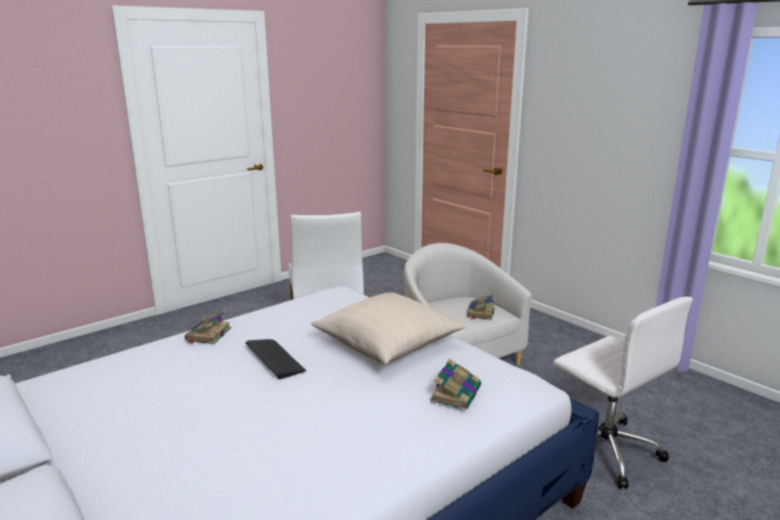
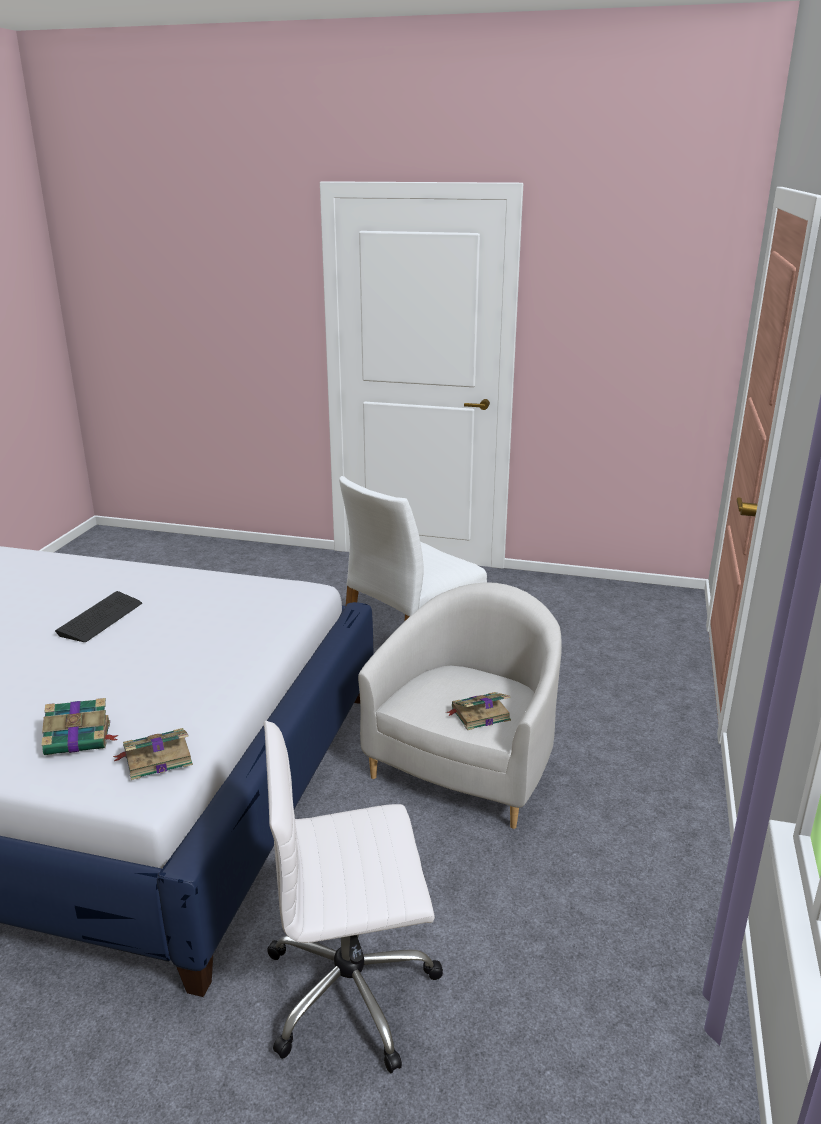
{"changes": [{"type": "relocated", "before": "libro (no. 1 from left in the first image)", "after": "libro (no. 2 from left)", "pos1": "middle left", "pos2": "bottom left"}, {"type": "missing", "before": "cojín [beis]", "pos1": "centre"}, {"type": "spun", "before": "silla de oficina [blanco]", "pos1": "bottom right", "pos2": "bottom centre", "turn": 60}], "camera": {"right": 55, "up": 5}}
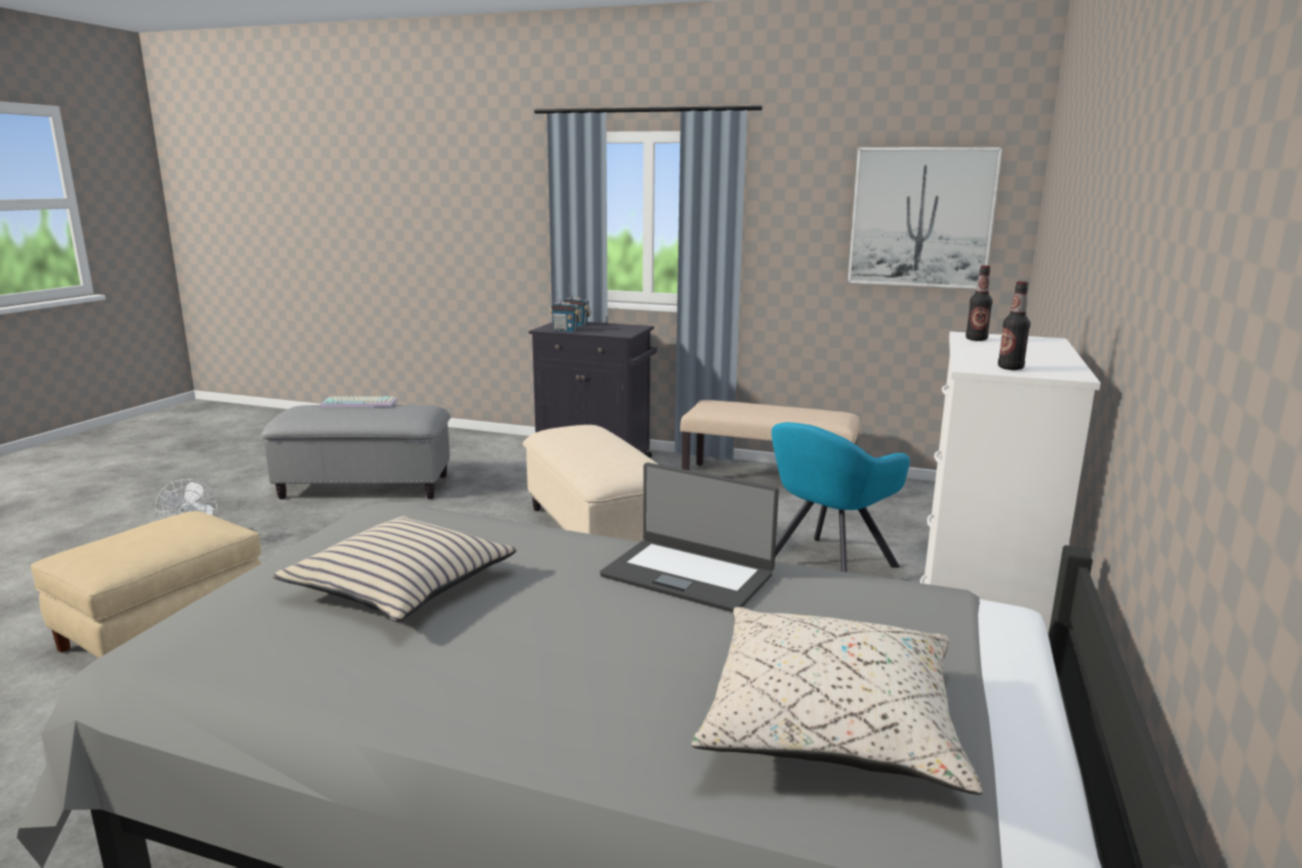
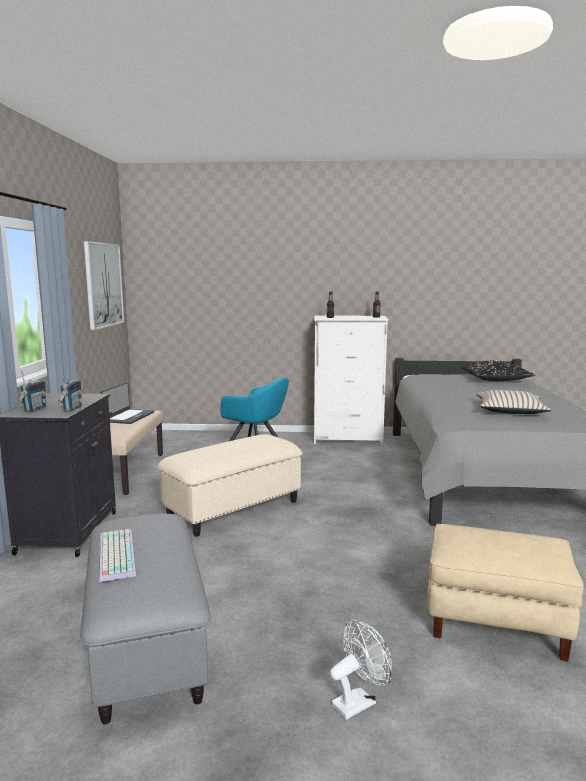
{"changes": [{"type": "relocated", "before": "portátil", "pos1": "centre", "pos2": "middle left"}, {"type": "colour", "before": "cojín [beis] (no. 2 from left)", "after": "cojín [negro]", "pos1": "bottom centre", "pos2": "middle right"}], "camera": {"right": -105, "up": -5}}
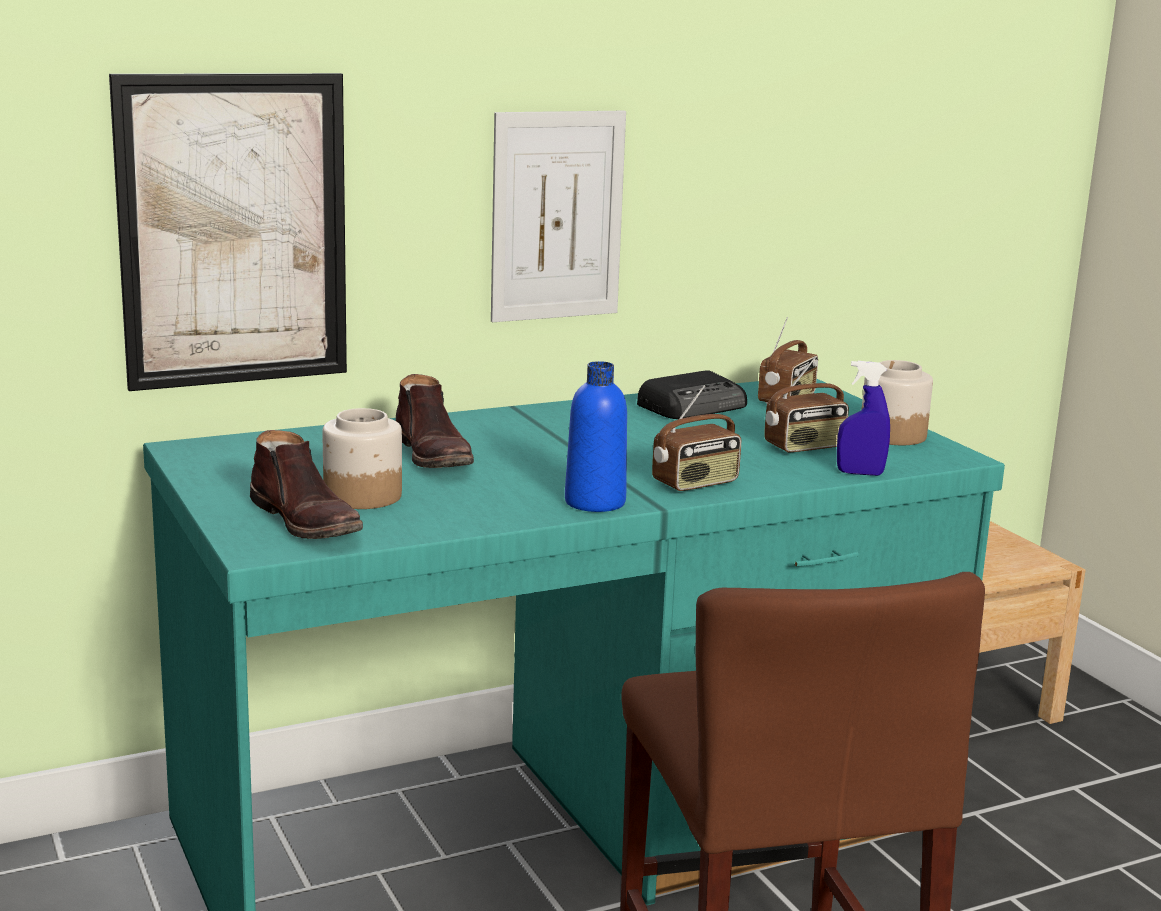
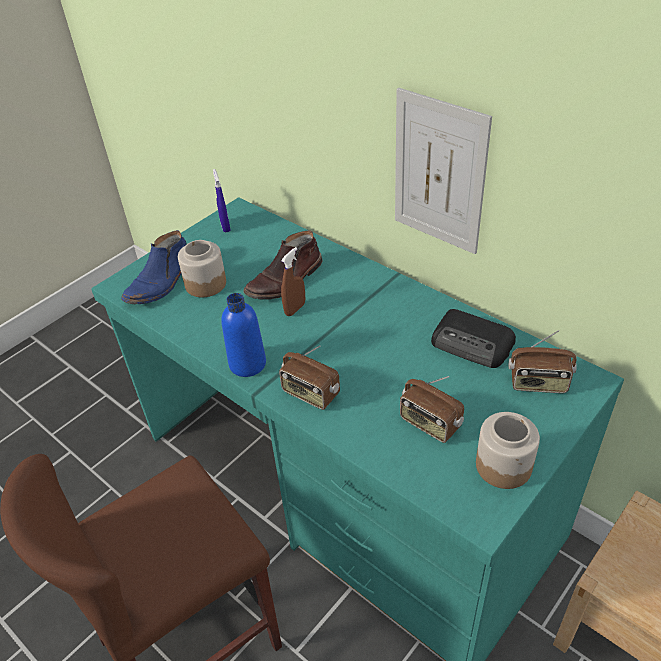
{"changes": [{"type": "missing", "before": "cuadro (no. 1 from left)", "pos1": "top left"}, {"type": "colour", "before": "bota [marrón] (no. 1 from left)", "after": "bota [azul]", "pos1": "middle left", "pos2": "middle left"}, {"type": "relocated", "before": "pulverizador [azul]", "pos1": "middle right", "pos2": "top centre"}, {"type": "appeared", "after": "pulverizador [marrón]", "pos2": "centre"}], "camera": {"right": 70, "up": 25}}
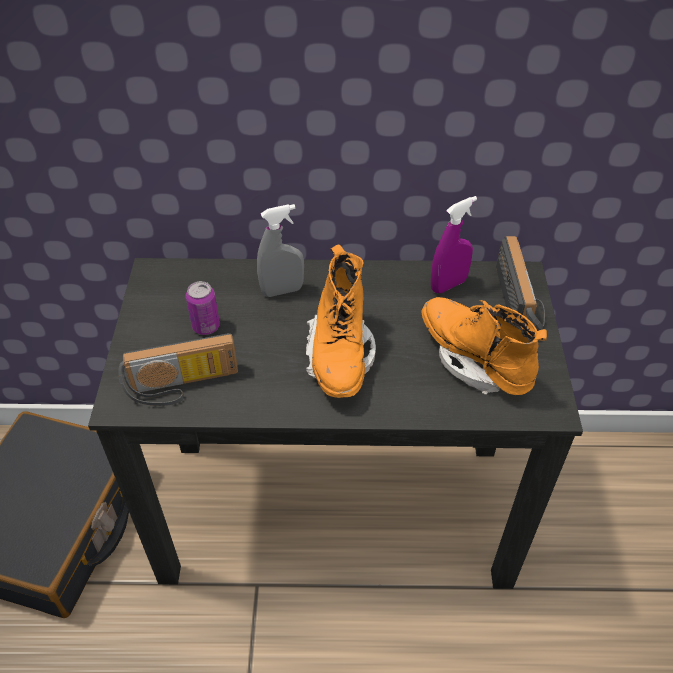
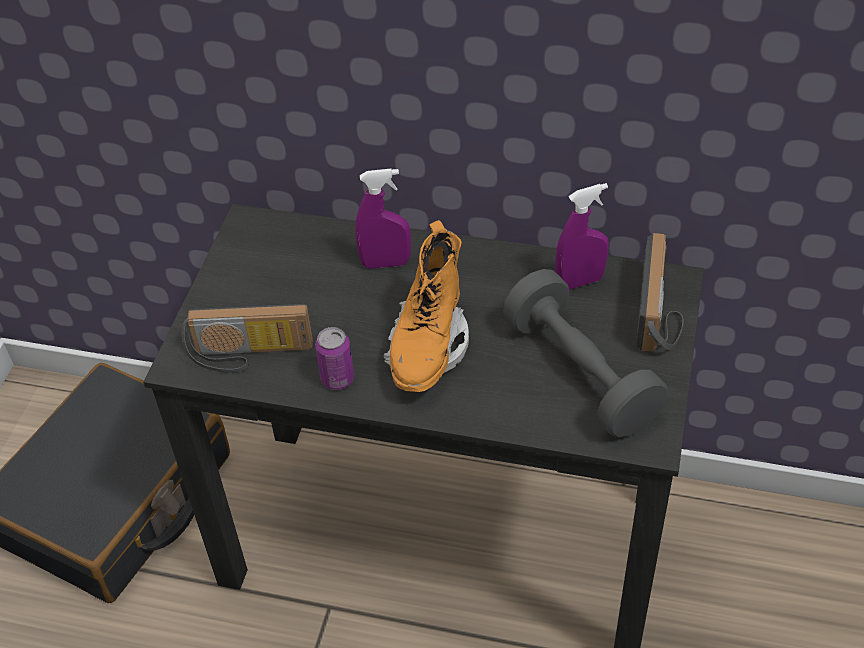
{"changes": [{"type": "relocated", "before": "lata", "pos1": "middle left", "pos2": "centre"}, {"type": "colour", "before": "pulverizador [gris]", "after": "pulverizador [morado] (no. 1 from left)", "pos1": "centre", "pos2": "centre"}, {"type": "exchanged", "before": "bota [naranja] (no. 2 from left)", "after": "mancuerna [gris]", "pos1": "middle right", "pos2": "middle right"}], "camera": {"right": 15, "up": 0}}
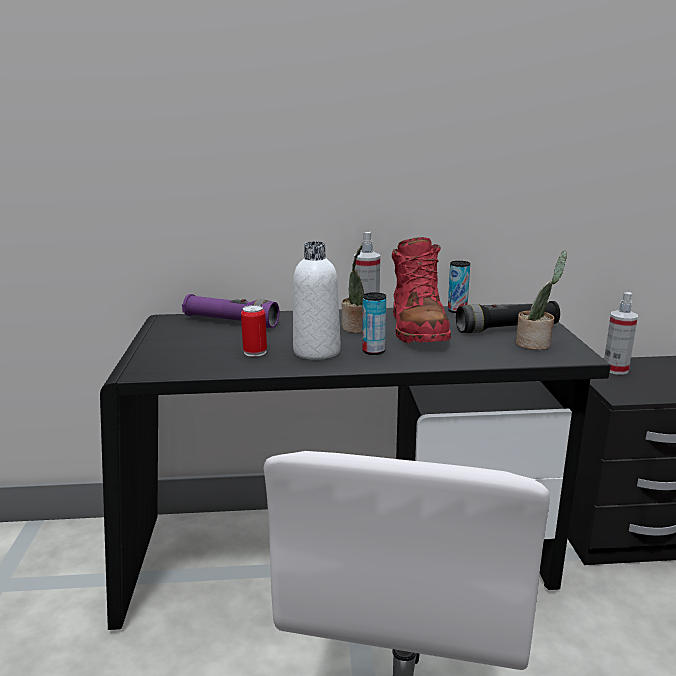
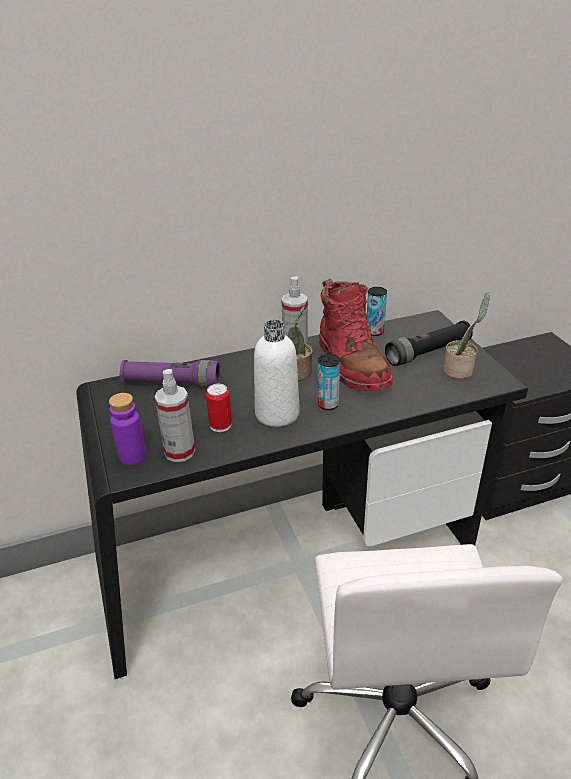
{"changes": [{"type": "relocated", "before": "pulverizador (no. 2 from left in the first image)", "after": "pulverizador (no. 1 from left)", "pos1": "middle right", "pos2": "middle left"}, {"type": "appeared", "after": "botella [morado]", "pos2": "middle left"}], "camera": {"right": -15, "up": 15}}
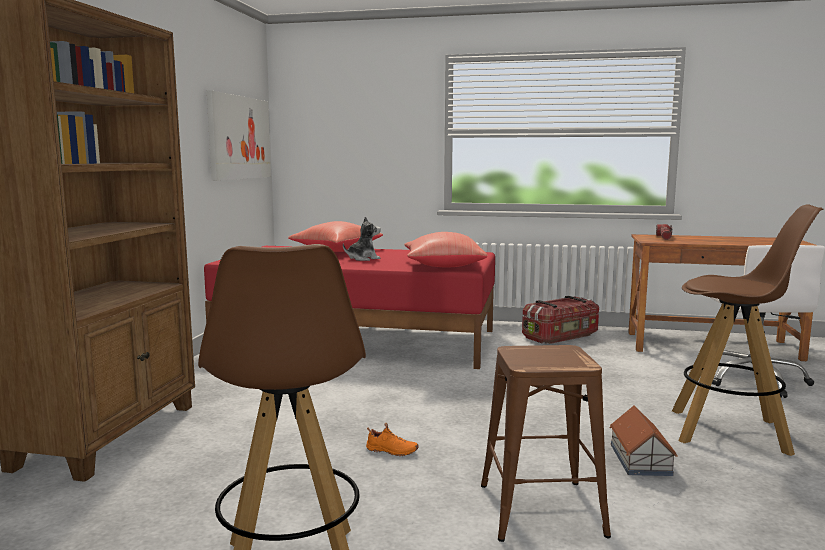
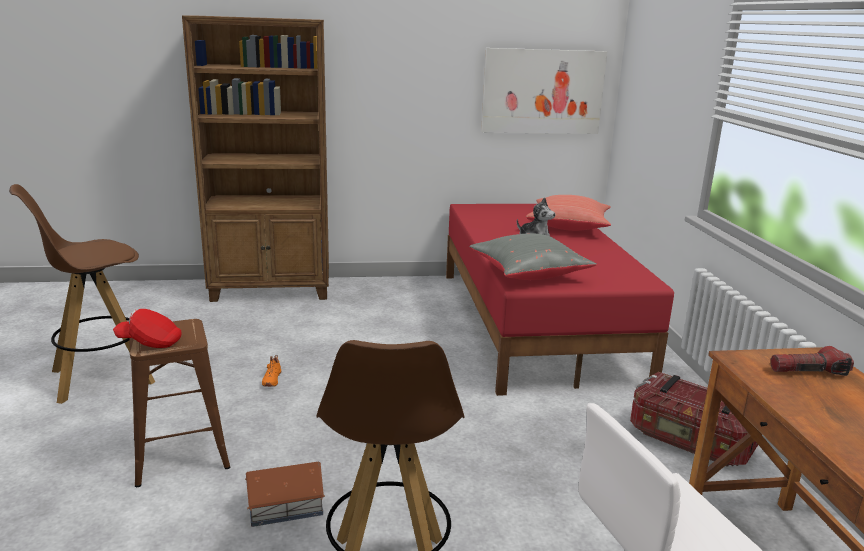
{"changes": [{"type": "colour", "before": "cojín [rojo] (no. 2 from left)", "after": "cojín [gris]", "pos1": "centre", "pos2": "centre"}, {"type": "appeared", "after": "gorra [rojo]", "pos2": "middle left"}], "camera": {"right": 70, "up": 10}}
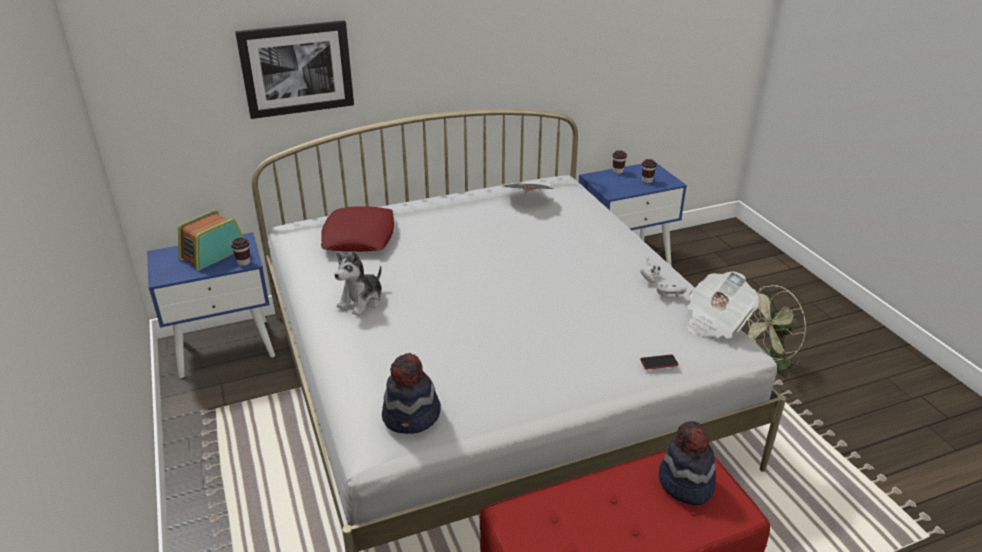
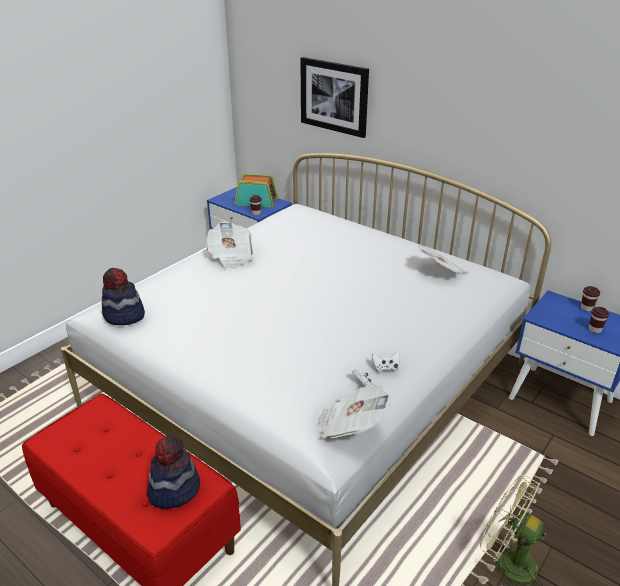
{"changes": [{"type": "missing", "before": "cojín [rojo]", "pos1": "centre"}, {"type": "exchanged", "before": "peluche", "after": "periódico (no. 1 from left)", "pos1": "centre", "pos2": "centre"}, {"type": "missing", "before": "móvil", "pos1": "middle right"}], "camera": {"right": 60, "up": 0}}
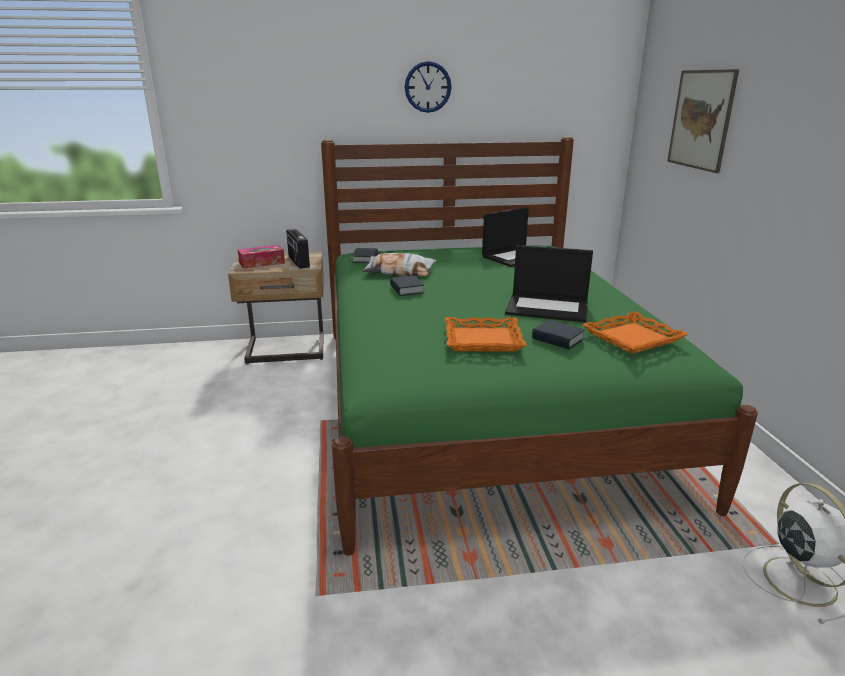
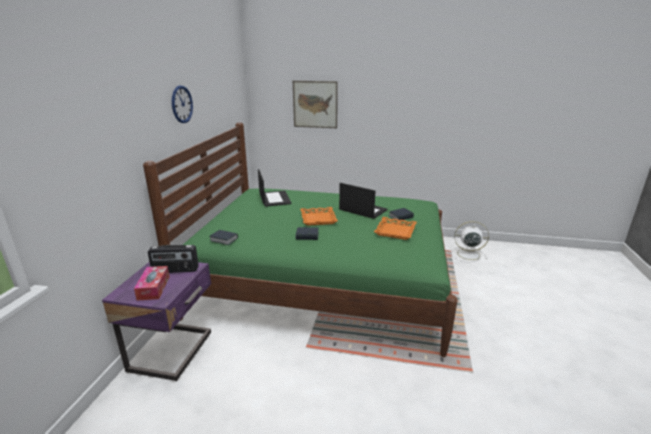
{"changes": [{"type": "colour", "before": "mesita de noche [beis]", "after": "mesita de noche [morado]", "pos1": "middle left", "pos2": "bottom left"}, {"type": "missing", "before": "cojín", "pos1": "centre"}, {"type": "spun", "before": "portátil (no. 2 from left)", "pos1": "centre", "pos2": "centre", "turn": -90}, {"type": "relocated", "before": "bandeja [naranja] (no. 2 from left in the first image)", "after": "bandeja [naranja] (no. 1 from left)", "pos1": "middle right", "pos2": "centre"}], "camera": {"right": -70, "up": 0}}
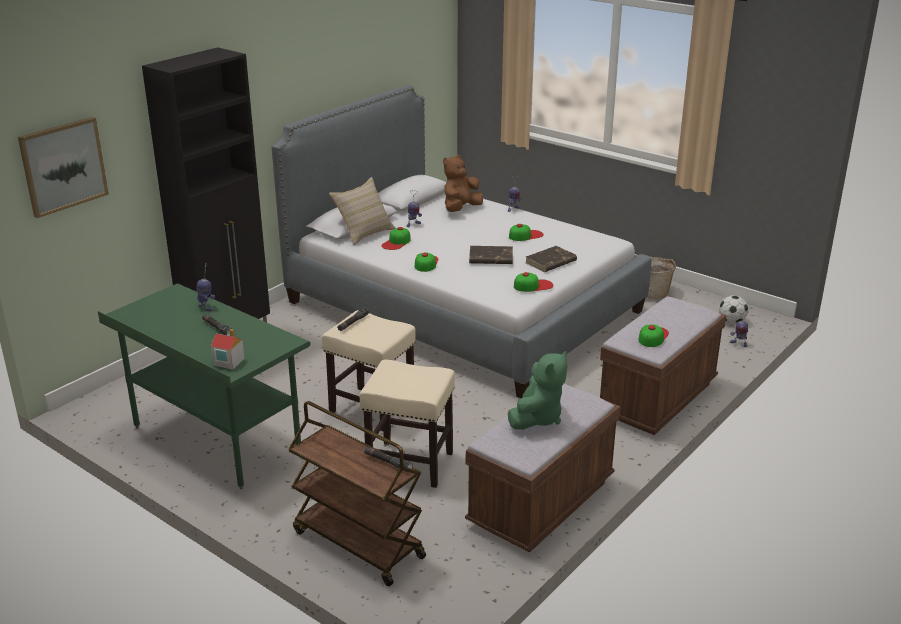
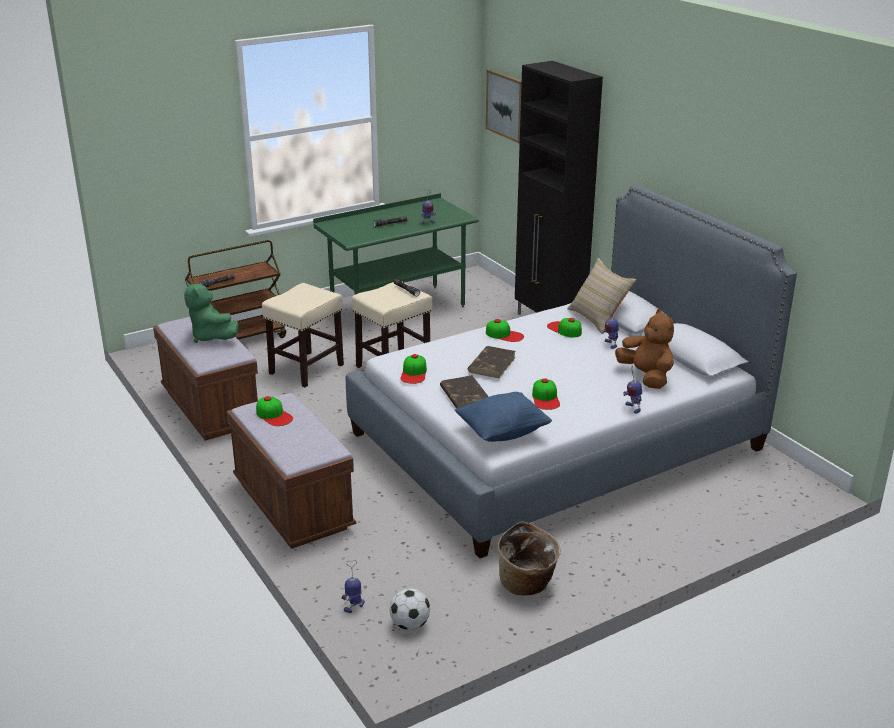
{"changes": [{"type": "missing", "before": "casita", "pos1": "middle left"}, {"type": "appeared", "after": "cojín [azul]", "pos2": "centre"}], "camera": {"right": 110, "up": 0}}
